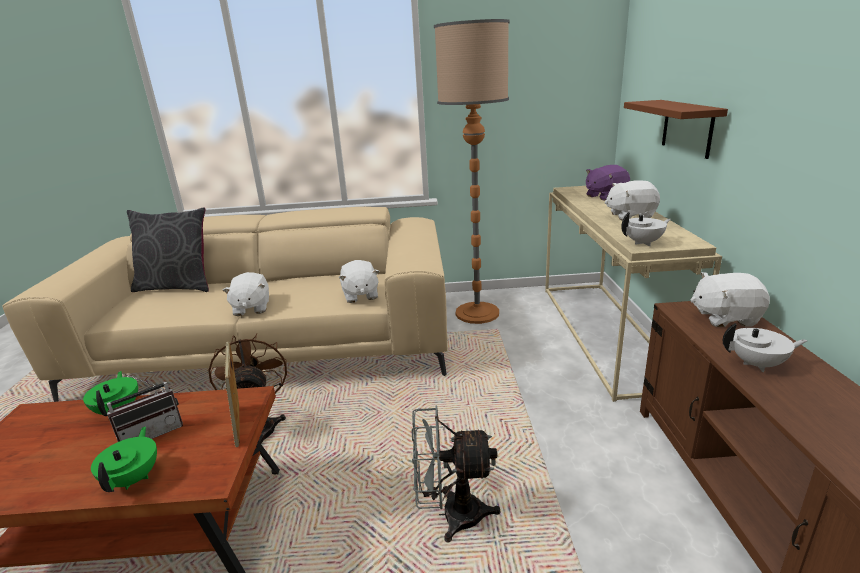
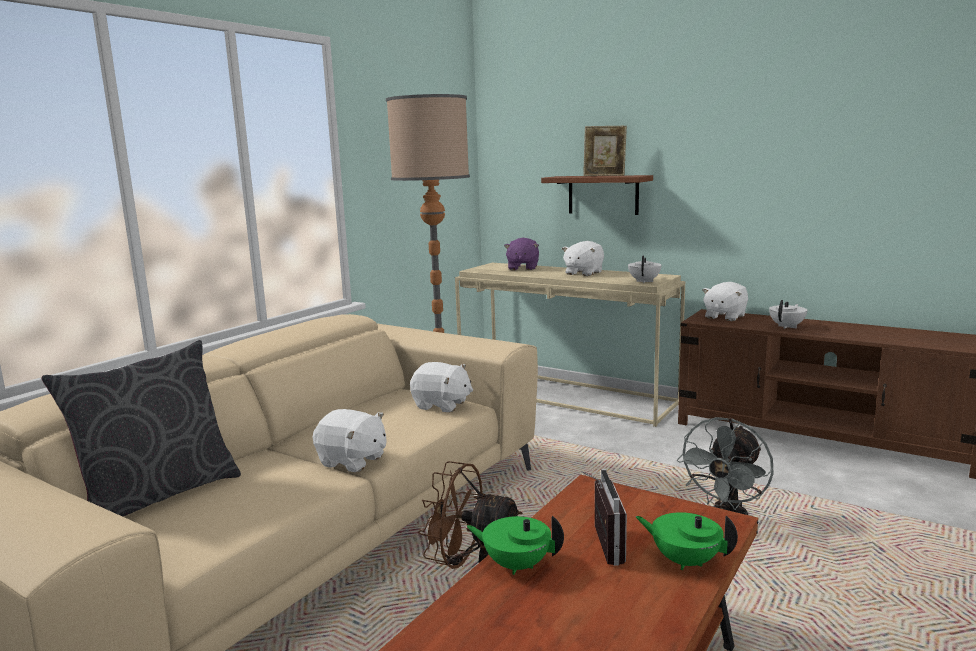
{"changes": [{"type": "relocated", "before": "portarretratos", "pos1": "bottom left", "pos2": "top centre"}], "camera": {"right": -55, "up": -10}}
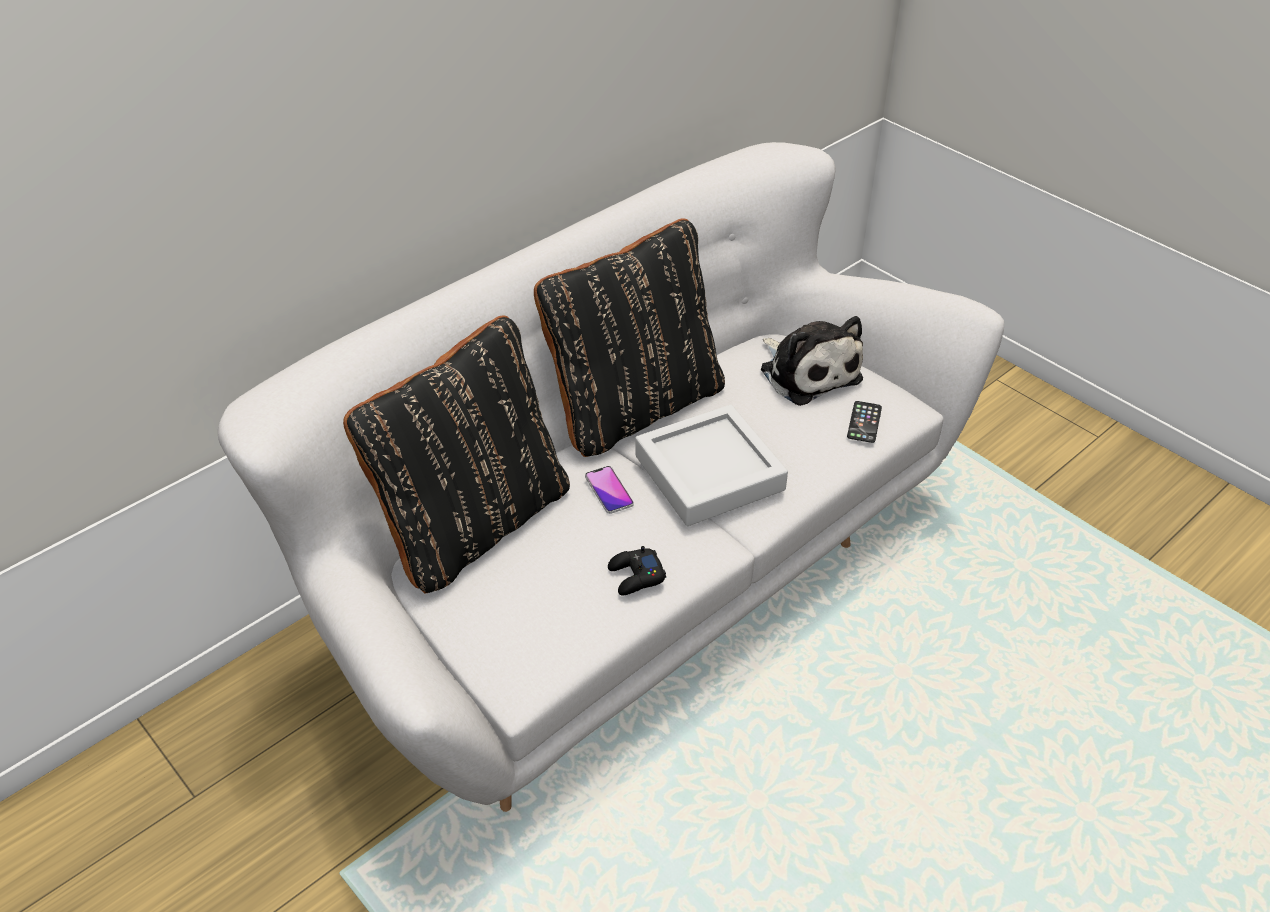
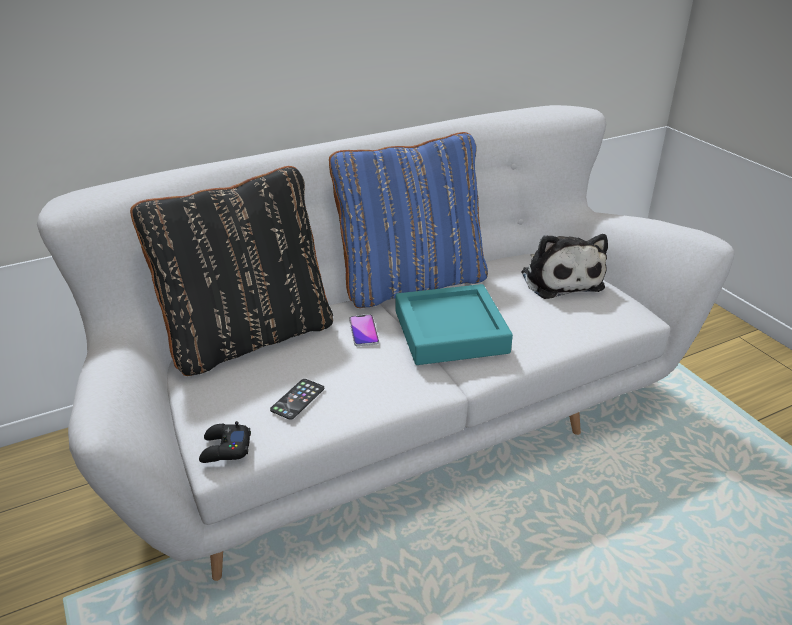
{"changes": [{"type": "colour", "before": "cojín [negro] (no. 2 from left)", "after": "cojín [azul]", "pos1": "centre", "pos2": "centre"}, {"type": "relocated", "before": "mando de consola [negro]", "pos1": "centre", "pos2": "bottom left"}, {"type": "colour", "before": "bandeja [gris]", "after": "bandeja [turquesa]", "pos1": "centre", "pos2": "centre"}, {"type": "relocated", "before": "móvil (no. 2 from left in the first image)", "after": "móvil (no. 1 from left)", "pos1": "middle right", "pos2": "centre"}], "camera": {"right": 15, "up": -10}}
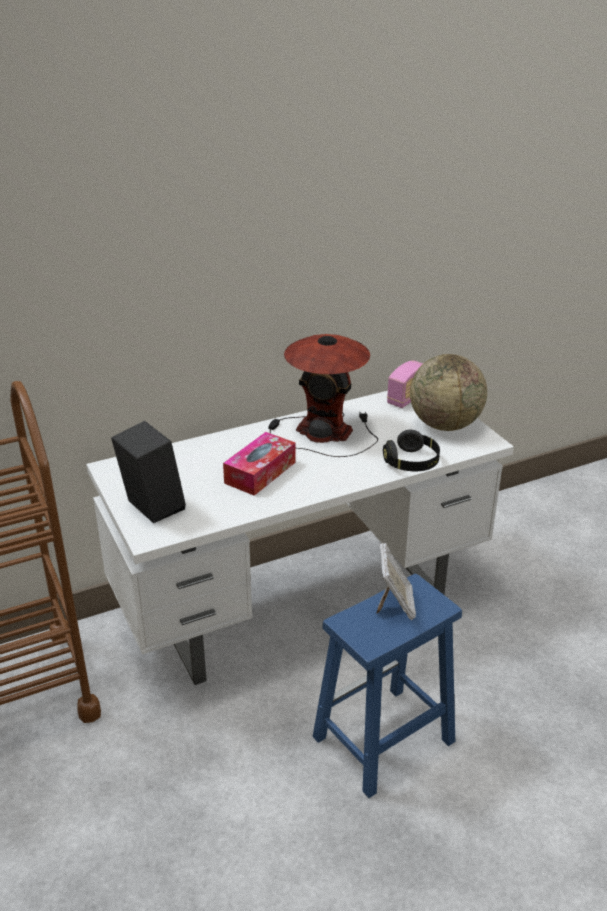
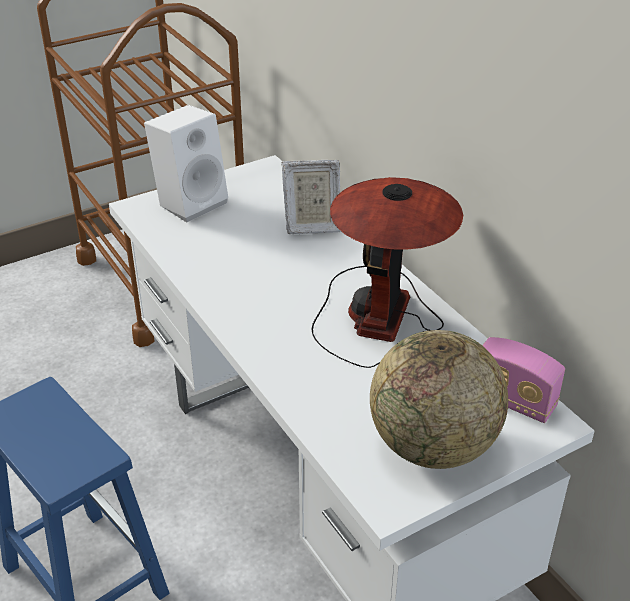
{"changes": [{"type": "colour", "before": "altavoz [negro]", "after": "altavoz [blanco]", "pos1": "middle left", "pos2": "top left"}, {"type": "missing", "before": "caja de pañuelos", "pos1": "centre"}, {"type": "relocated", "before": "portarretratos", "pos1": "centre", "pos2": "top centre"}, {"type": "missing", "before": "auriculares [negro]", "pos1": "middle right"}], "camera": {"right": 85, "up": 5}}
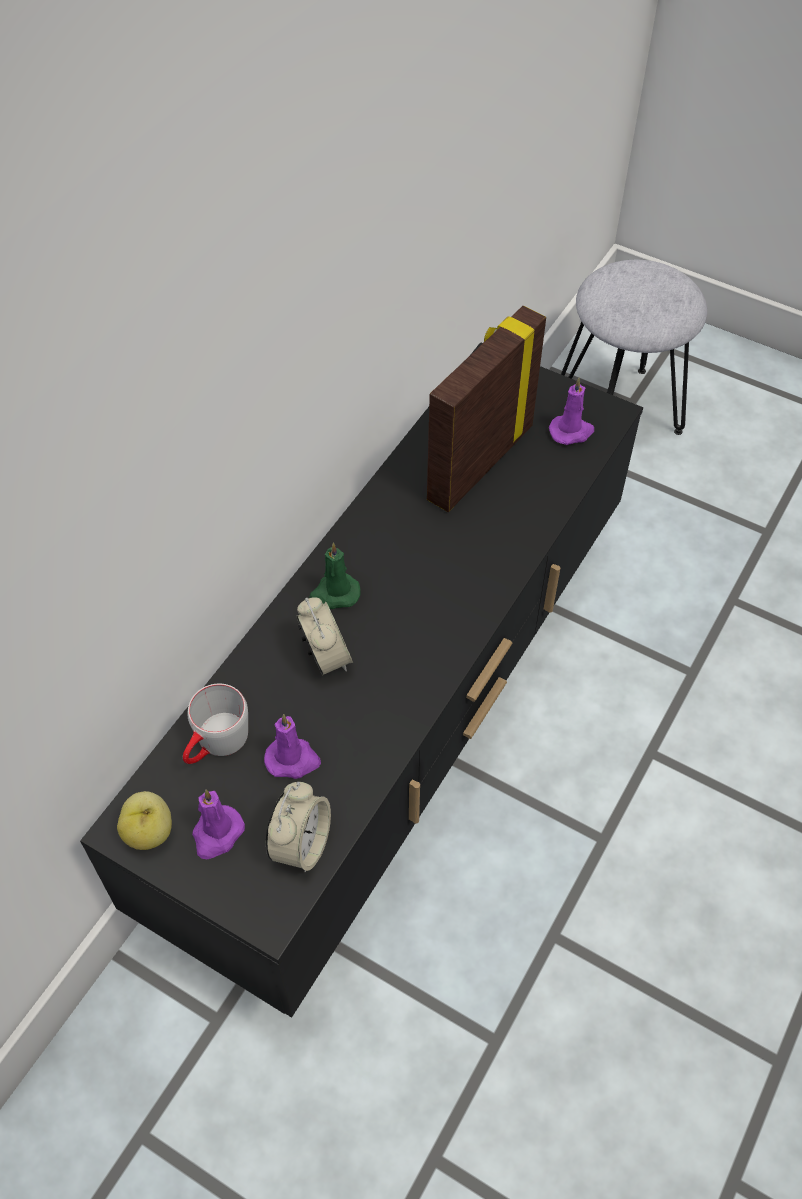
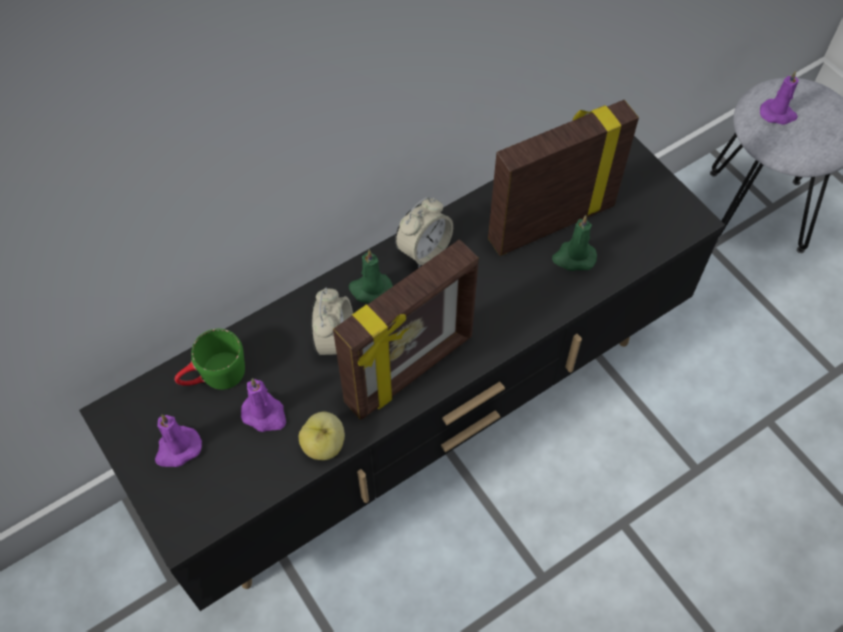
{"changes": [{"type": "relocated", "before": "manzana", "pos1": "bottom left", "pos2": "bottom centre"}, {"type": "colour", "before": "taza grande [gris]", "after": "taza grande [verde]", "pos1": "middle left", "pos2": "middle left"}, {"type": "relocated", "before": "despertador (no. 1 from left in the first image)", "after": "despertador (no. 2 from left)", "pos1": "bottom centre", "pos2": "centre"}, {"type": "relocated", "before": "vela [morado] (no. 3 from left)", "pos1": "middle right", "pos2": "top right"}, {"type": "appeared", "after": "portarretratos (no. 1 from left)", "pos2": "centre"}, {"type": "appeared", "after": "vela [verde] (no. 2 from left)", "pos2": "middle right"}], "camera": {"right": 25, "up": 5}}
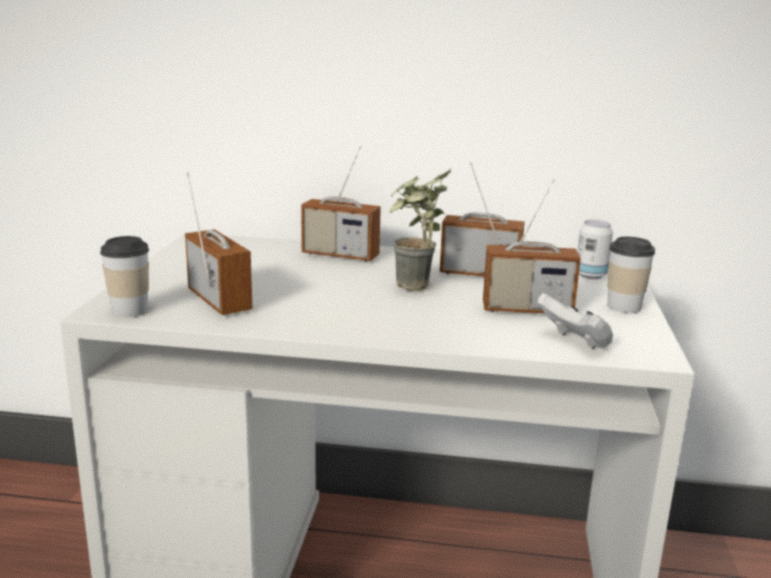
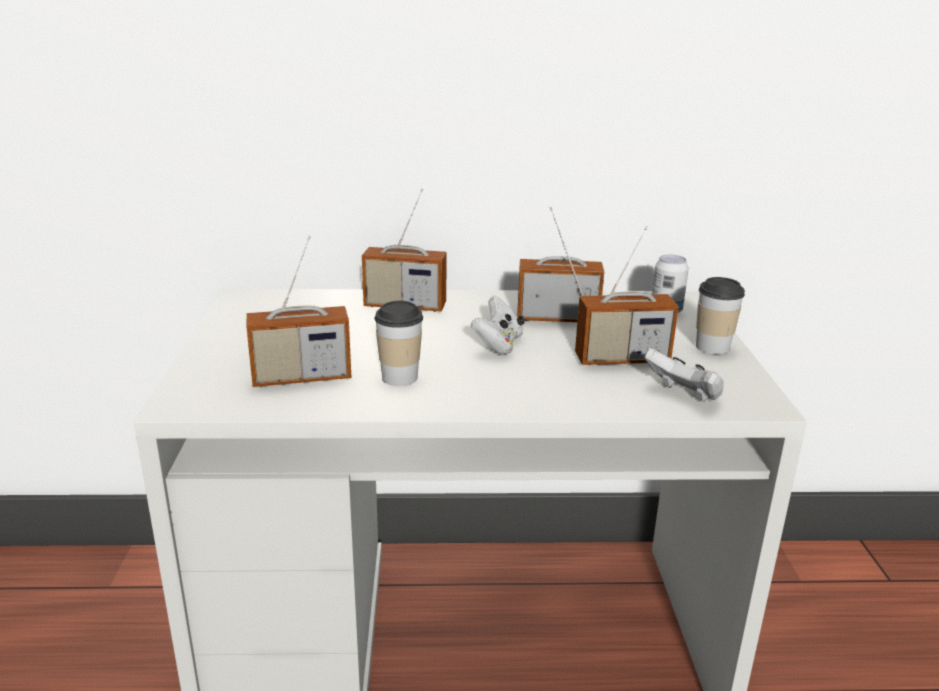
{"changes": [{"type": "relocated", "before": "taza (no. 1 from left)", "pos1": "middle left", "pos2": "centre"}, {"type": "spun", "before": "radio (no. 1 from left)", "pos1": "middle left", "pos2": "middle left", "turn": 120}, {"type": "exchanged", "before": "planta en maceta", "after": "mando de consola [blanco] (no. 1 from left)", "pos1": "centre", "pos2": "centre"}], "camera": {"right": -10, "up": 5}}
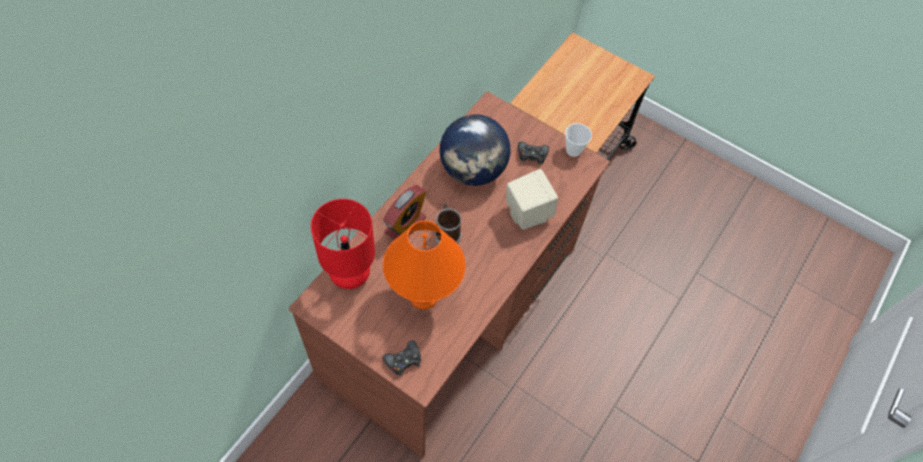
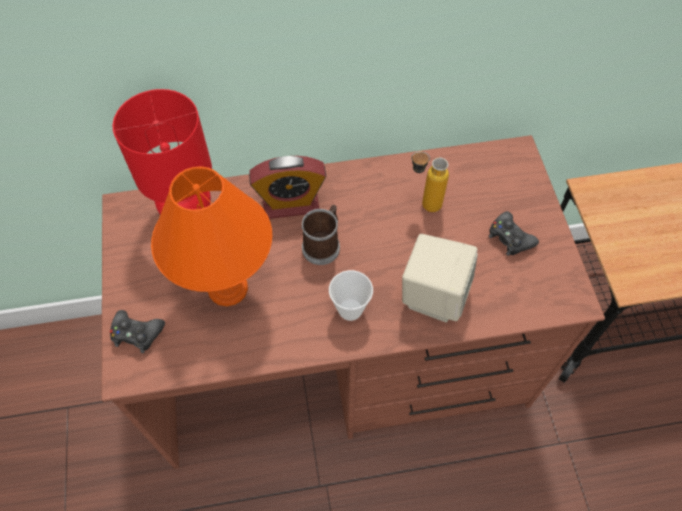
{"changes": [{"type": "exchanged", "before": "globo terráqueo", "after": "botella", "pos1": "top centre", "pos2": "centre"}, {"type": "relocated", "before": "taza", "pos1": "top centre", "pos2": "centre"}], "camera": {"right": 50, "up": 0}}
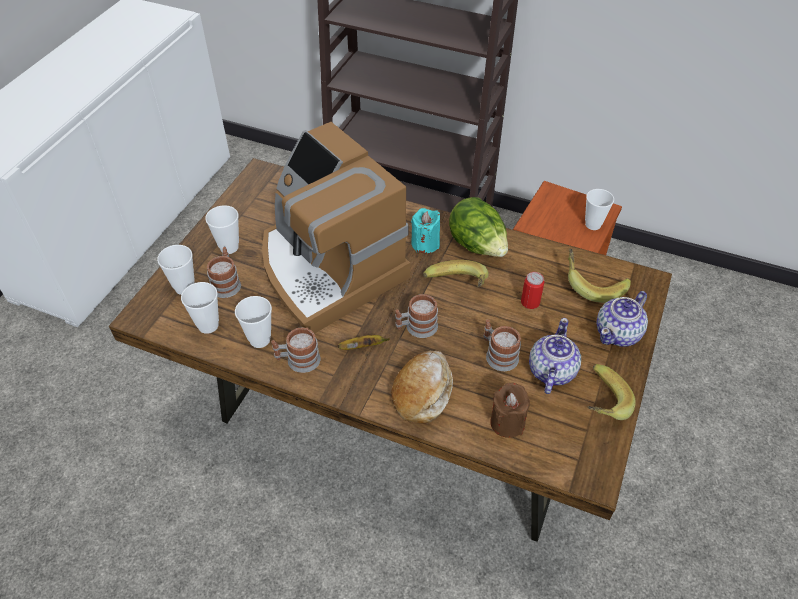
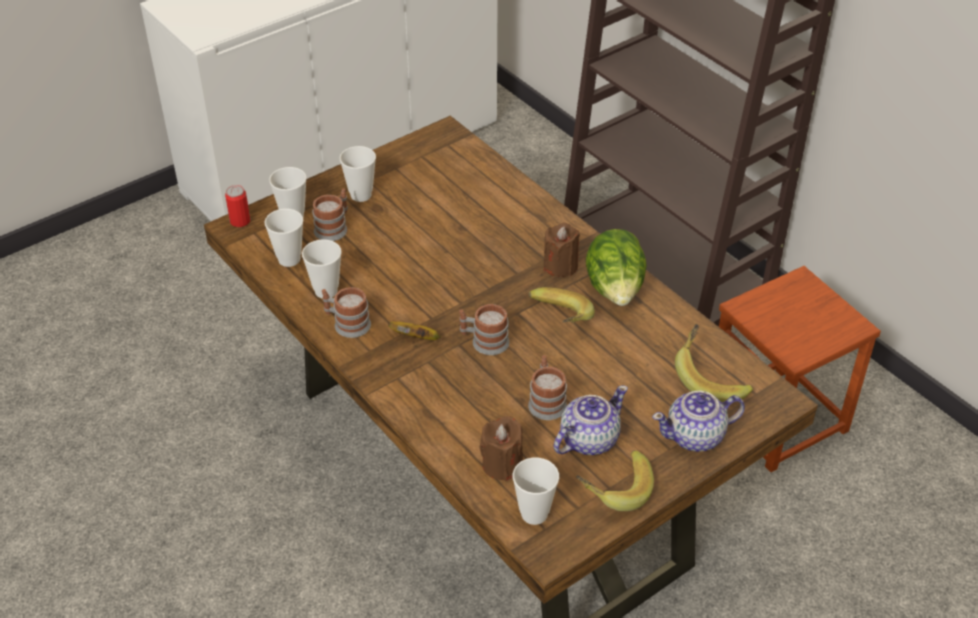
{"changes": [{"type": "missing", "before": "cafetera", "pos1": "centre"}, {"type": "missing", "before": "pan", "pos1": "centre"}, {"type": "colour", "before": "vela [turquesa]", "after": "vela [marrón] (no. 2 from left)", "pos1": "centre", "pos2": "centre"}, {"type": "relocated", "before": "lata", "pos1": "middle right", "pos2": "middle left"}, {"type": "relocated", "before": "taza (no. 5 from left)", "pos1": "middle right", "pos2": "bottom centre"}], "camera": {"right": 30, "up": -5}}
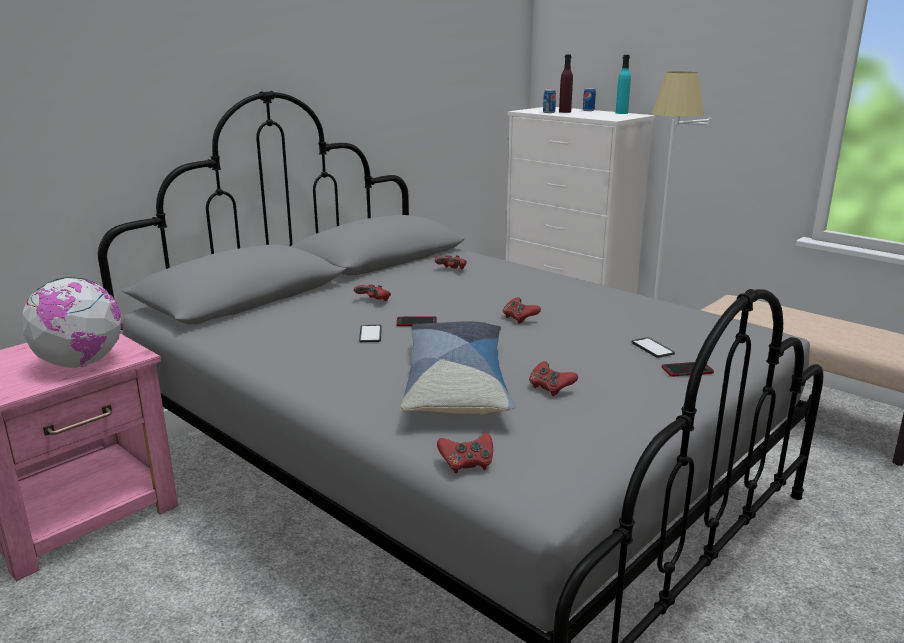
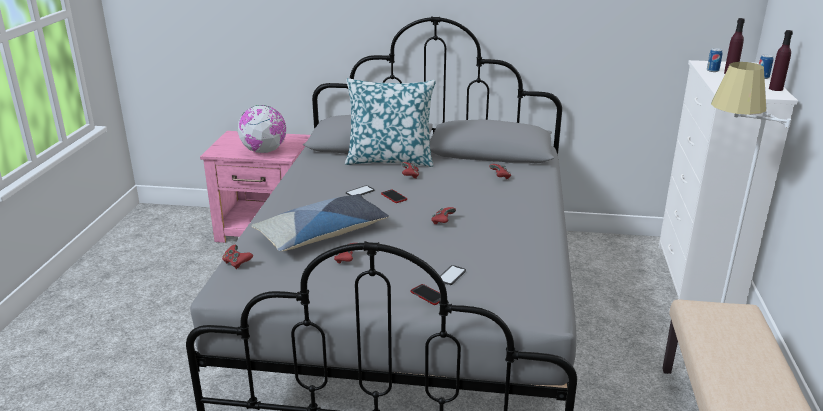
{"changes": [{"type": "colour", "before": "botella [turquesa]", "after": "botella [morado] (no. 2 from left)", "pos1": "top right", "pos2": "top right"}, {"type": "appeared", "after": "cojín (no. 2 from left)", "pos2": "top centre"}], "camera": {"right": 55, "up": 5}}
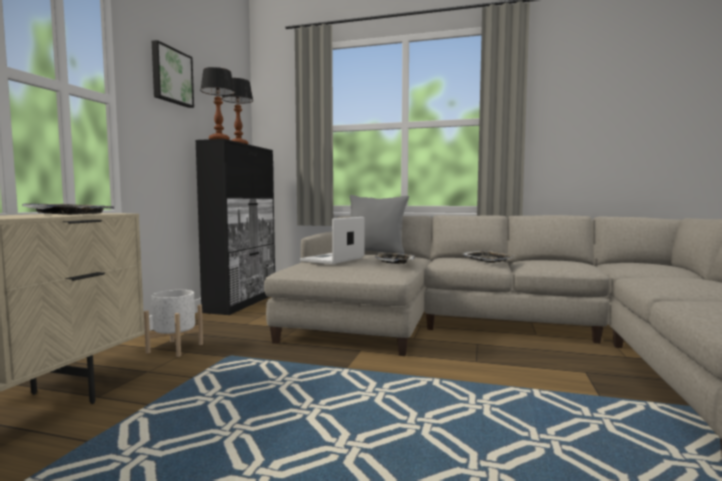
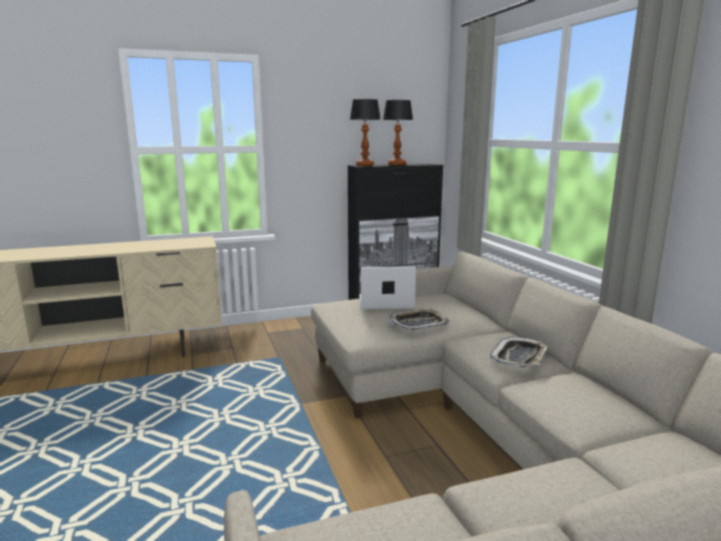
{"changes": [{"type": "missing", "before": "bandeja (no. 1 from left)", "pos1": "middle left"}, {"type": "missing", "before": "maceta [blanco]", "pos1": "bottom left"}, {"type": "missing", "before": "cuadro", "pos1": "top left"}, {"type": "missing", "before": "cojín [gris]", "pos1": "centre"}], "camera": {"right": 55, "up": 10}}
